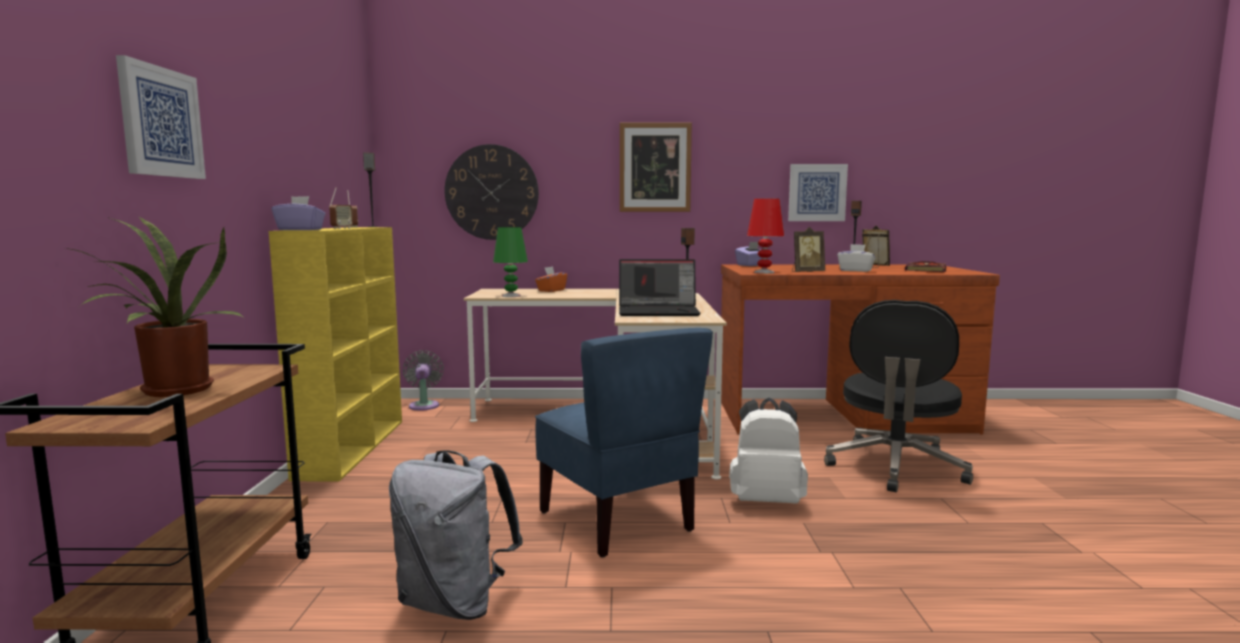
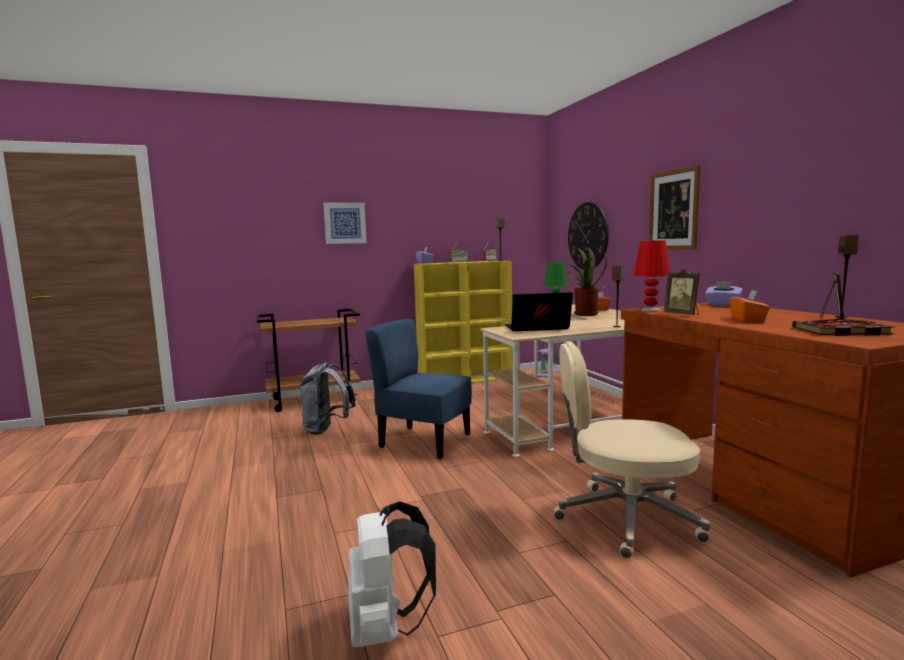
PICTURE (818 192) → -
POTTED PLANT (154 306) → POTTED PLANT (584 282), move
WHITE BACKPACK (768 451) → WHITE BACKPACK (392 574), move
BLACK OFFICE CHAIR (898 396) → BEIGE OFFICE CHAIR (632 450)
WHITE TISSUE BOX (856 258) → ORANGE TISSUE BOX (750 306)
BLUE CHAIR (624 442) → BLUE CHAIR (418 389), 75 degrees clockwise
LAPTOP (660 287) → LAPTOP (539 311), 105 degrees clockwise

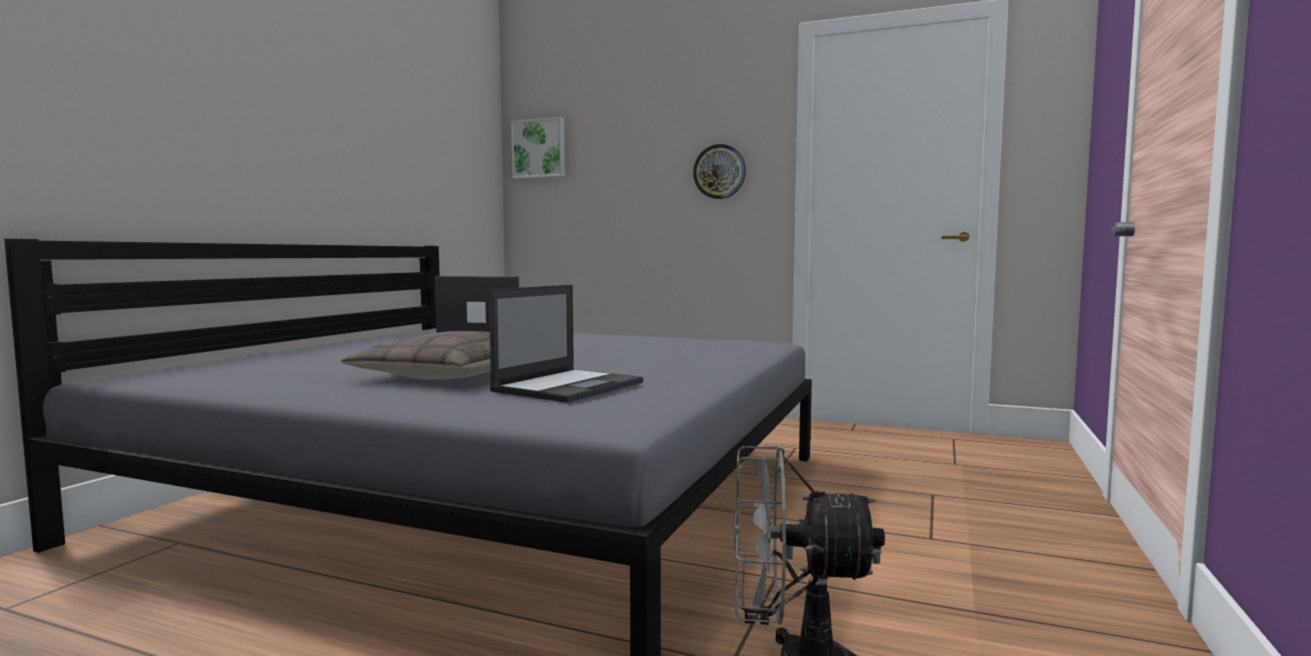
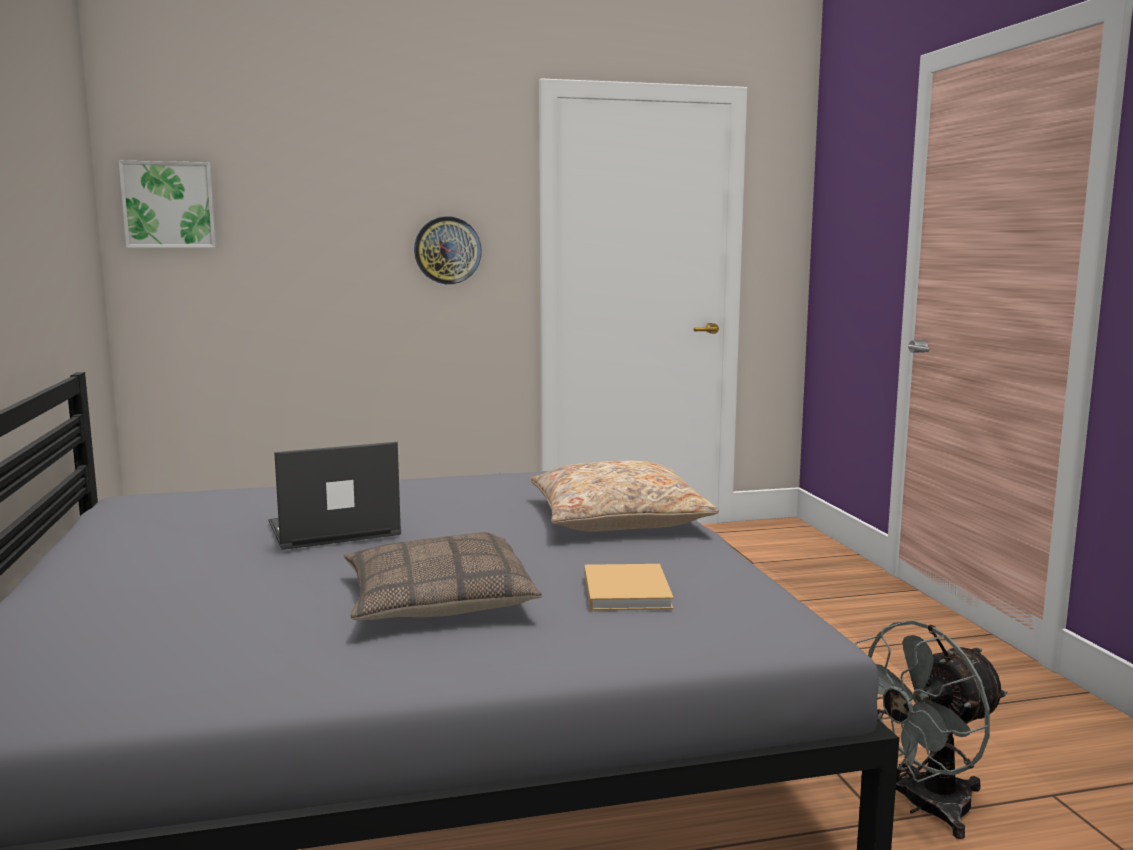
- → BEIGE PILLOW (624 496)
LAPTOP (566 344) → BEIGE BOOK (629 587)

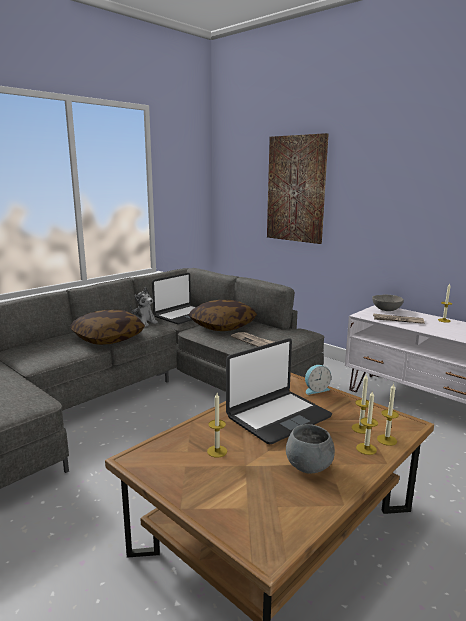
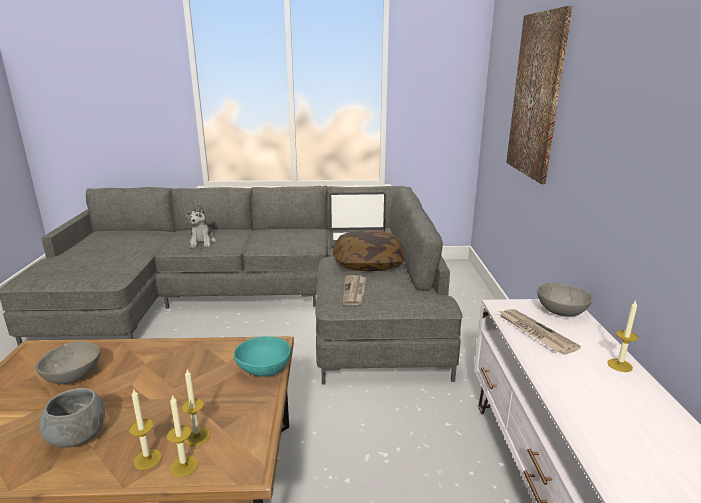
PILLOW (107 327) → -
LAPTOP (279 391) → -
PLUSH TOY (144 307) → PLUSH TOY (200 226), move
CANDLE (217 425) → GREY BOWL (67 362)
ALARM CLOCK (318 380) → TURQUOISE BOWL (262 356)

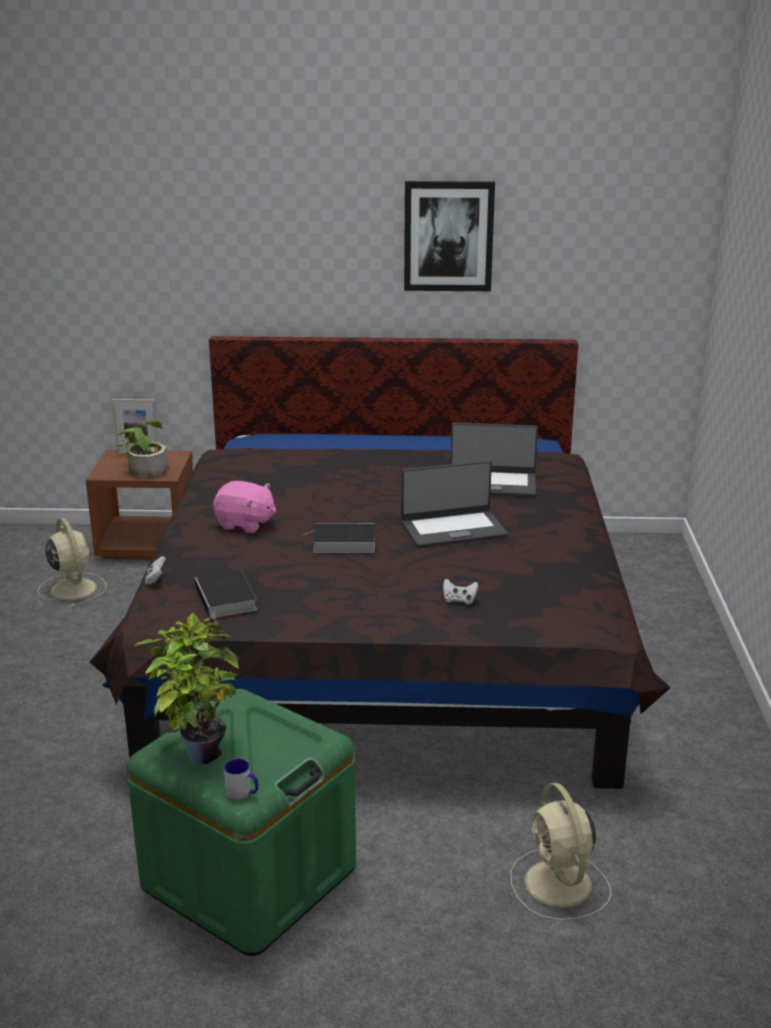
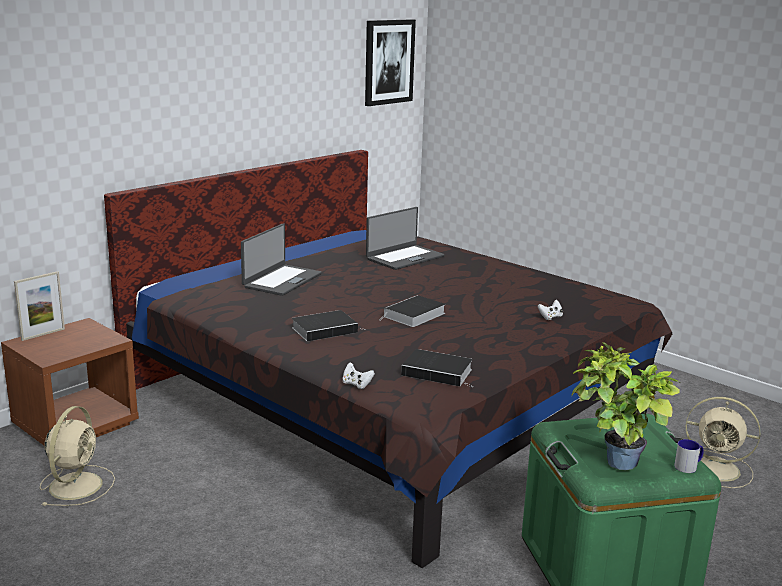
POTTED PLANT (142 449) → -
LAPTOP (454 503) → LAPTOP (281 259), move
PICTURE (449 236) → PICTURE (390 62), move
PINK PLUSH TOY (245 507) → BOOK (328 326)
BEIGE FAN (72 562) → BEIGE FAN (77 456), 90 degrees clockwise

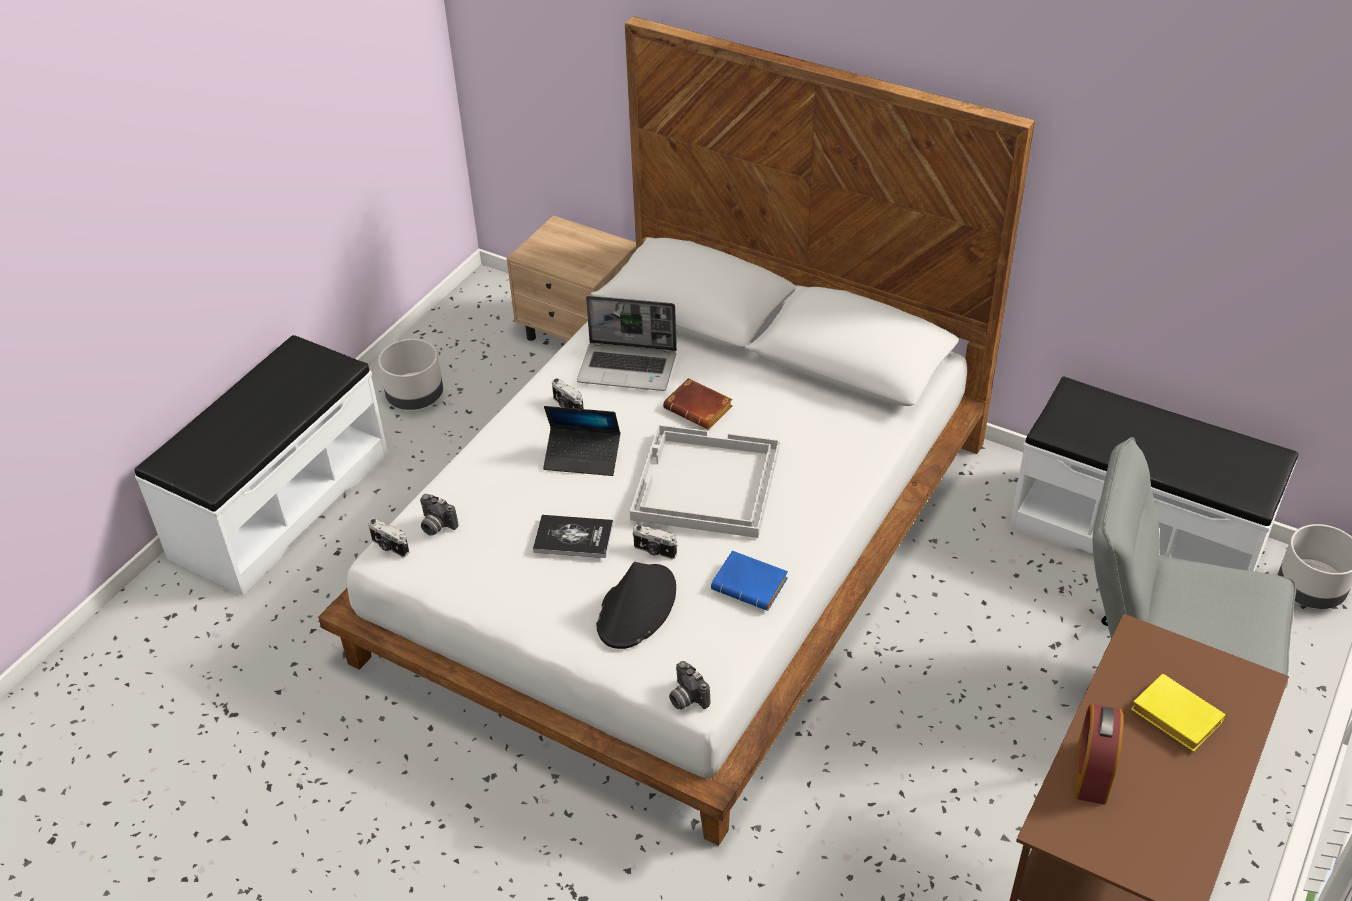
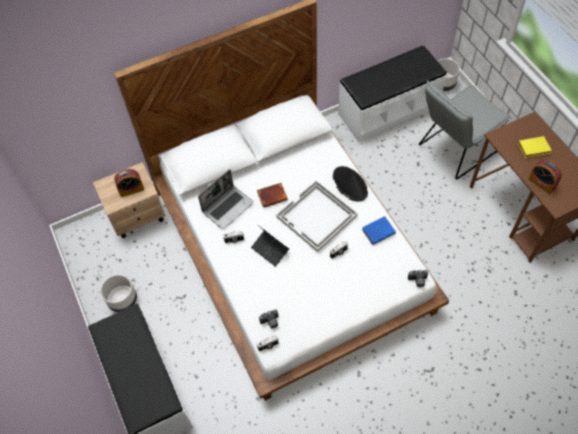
BOOK (573 536) → -
- → ALARM CLOCK (129 183)
BLACK HAT (636 605) → BLACK HAT (350 184), move
LAPTOP (581 441) → LAPTOP (270 246), 90 degrees clockwise

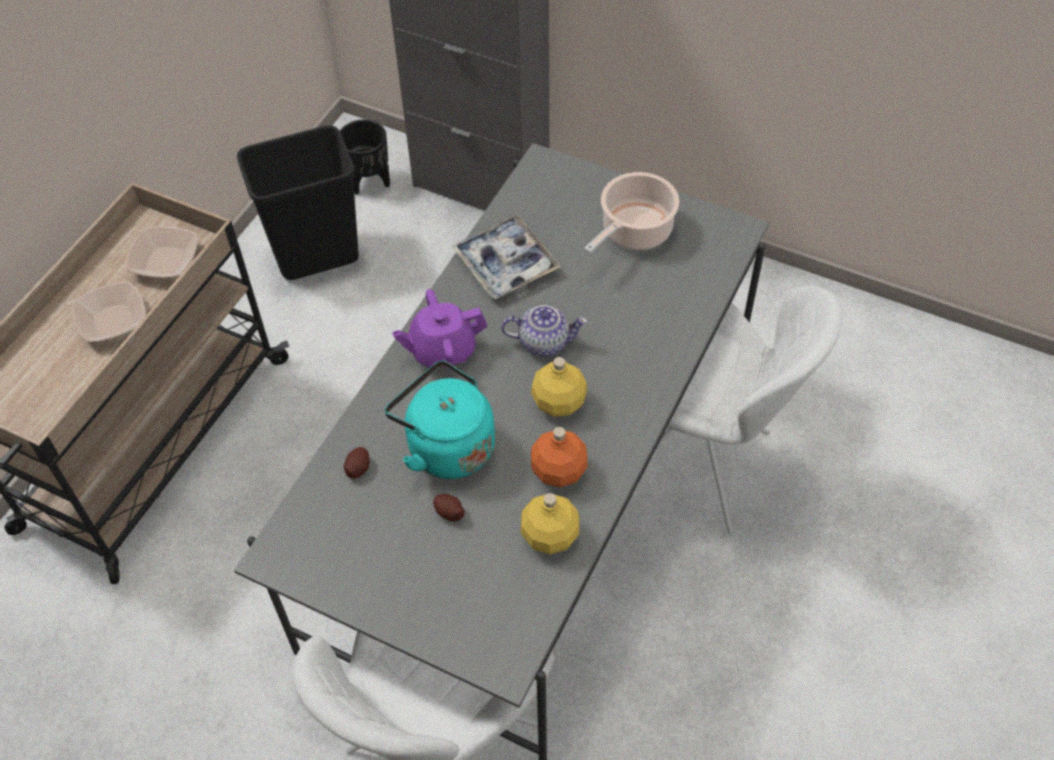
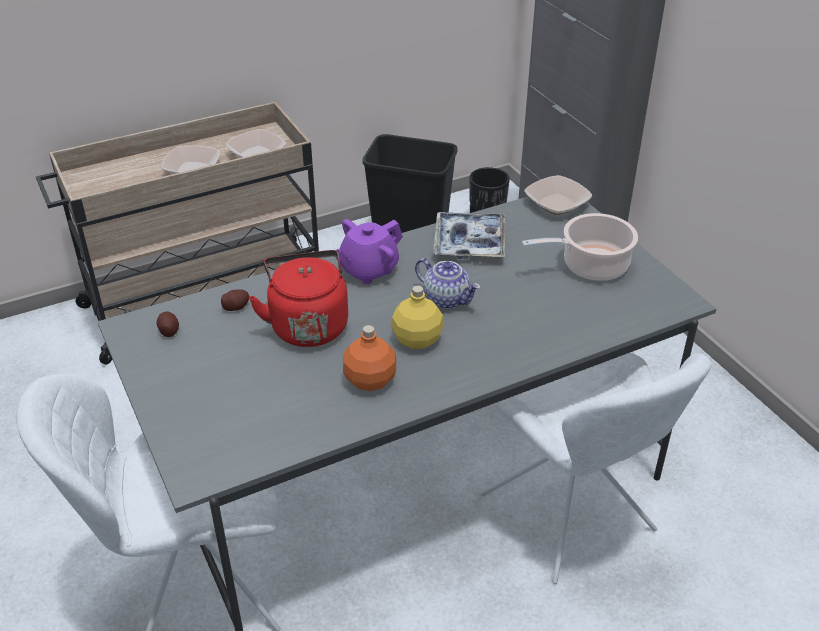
YELLOW BOTTLE (550 524) → -
- → BOWL (558 195)
POTATO (449 507) → POTATO (167 324), move
TURQUOISE KETTLE (440 419) → RED KETTLE (298 298)
PURPLE TEAPOT (439 329) → PURPLE TEAPOT (369 251), 60 degrees counterclockwise

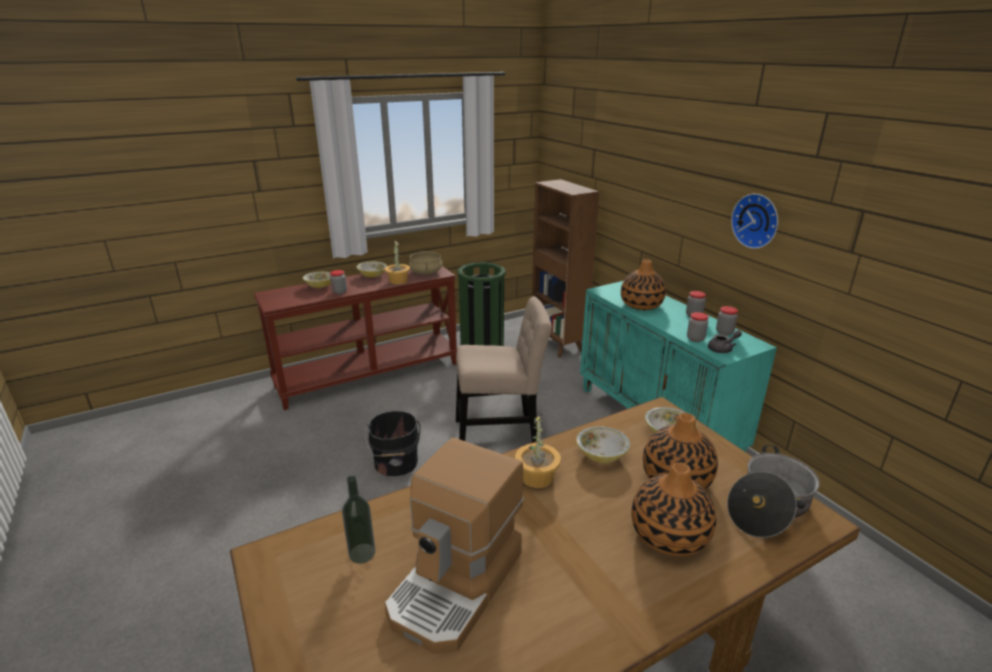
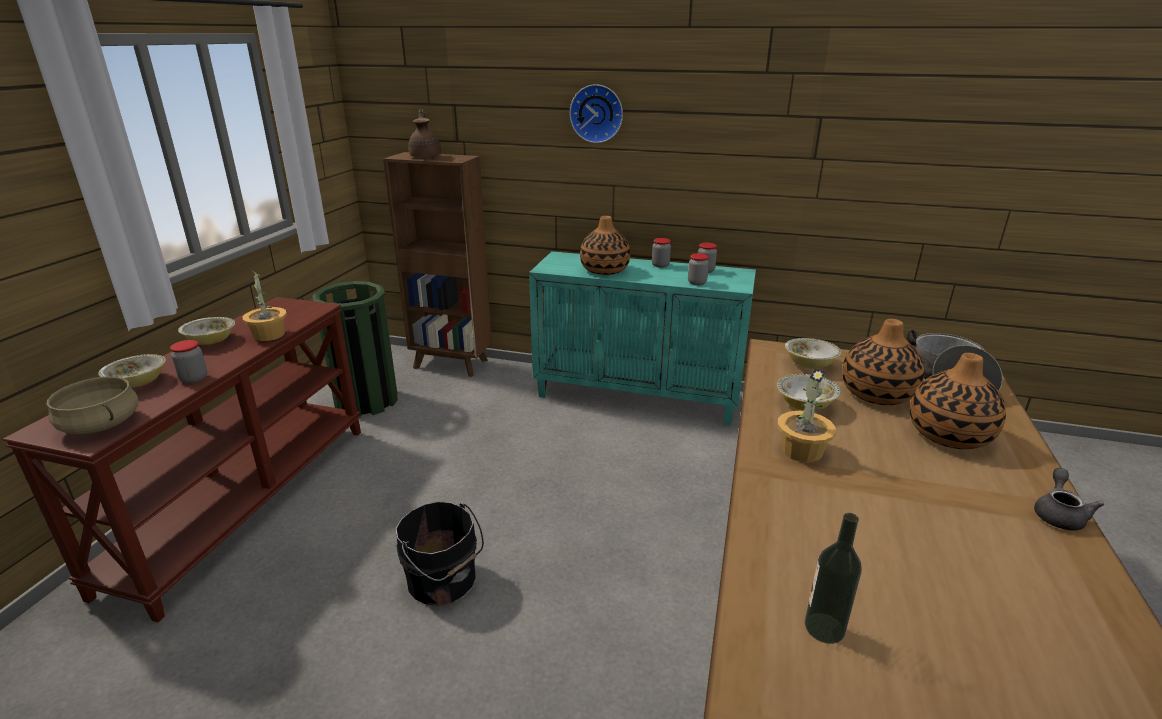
COFFEE MACHINE (454 546) → -
BEIGE CHAIR (504 369) → -
- → BROWN TEAPOT (424 133)
BEIGE COOKING POT (426 262) → BEIGE COOKING POT (92 405), move
GREY TEAPOT (725 341) → GREY TEAPOT (1069 499), move
WALL CLOCK (754 221) → WALL CLOCK (596 113), move

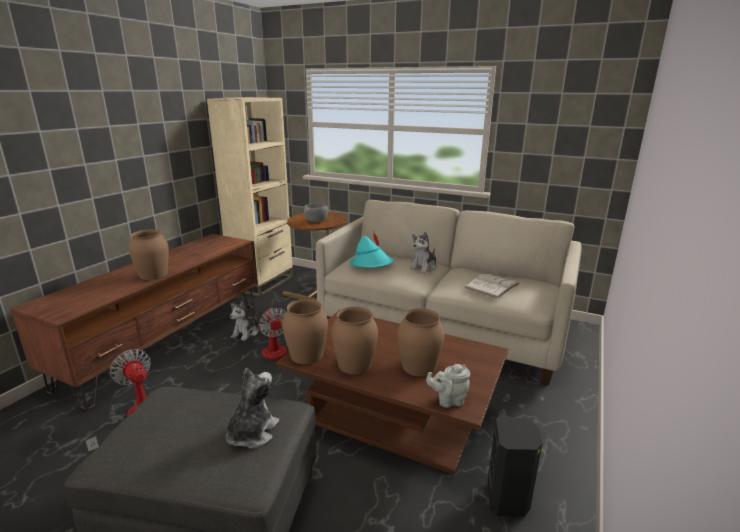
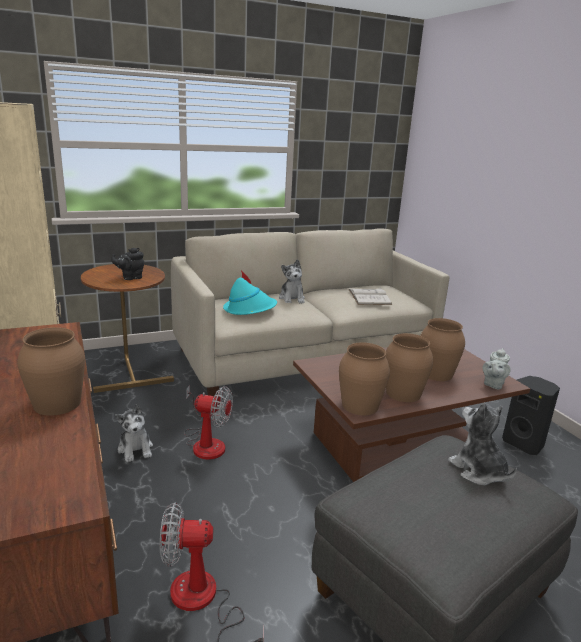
GREY BOWL (316 212) → BLACK TEAPOT (127 264)

